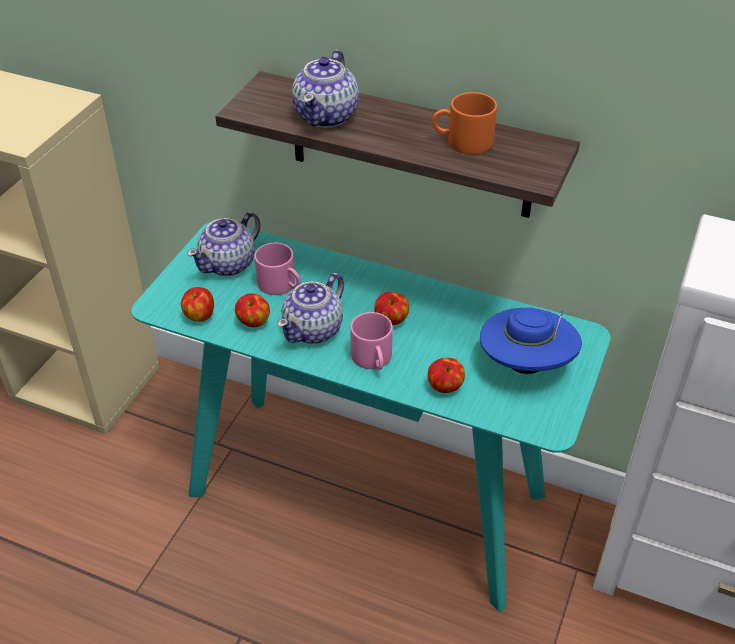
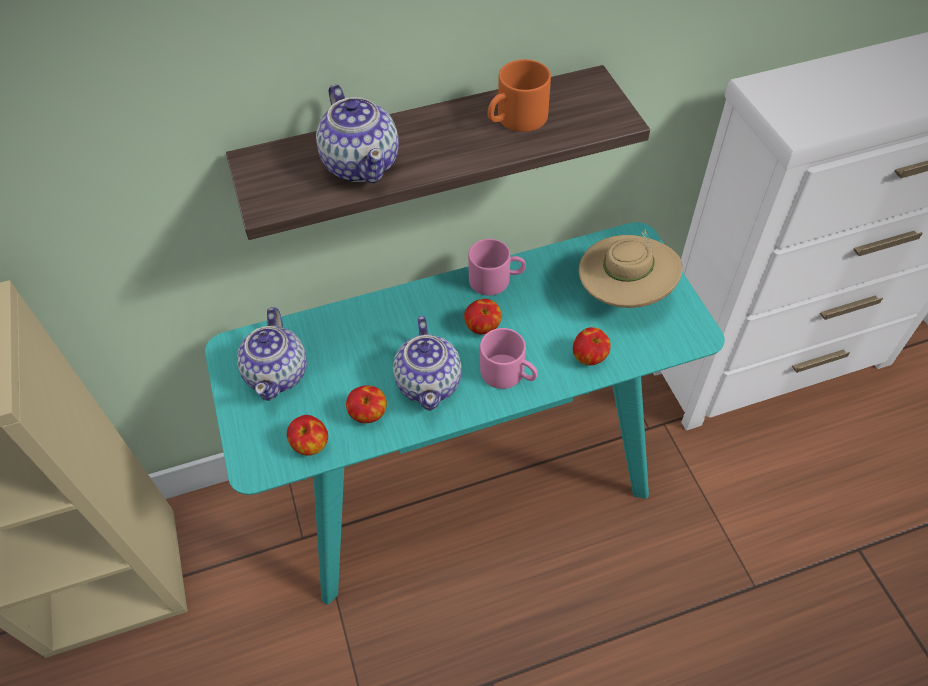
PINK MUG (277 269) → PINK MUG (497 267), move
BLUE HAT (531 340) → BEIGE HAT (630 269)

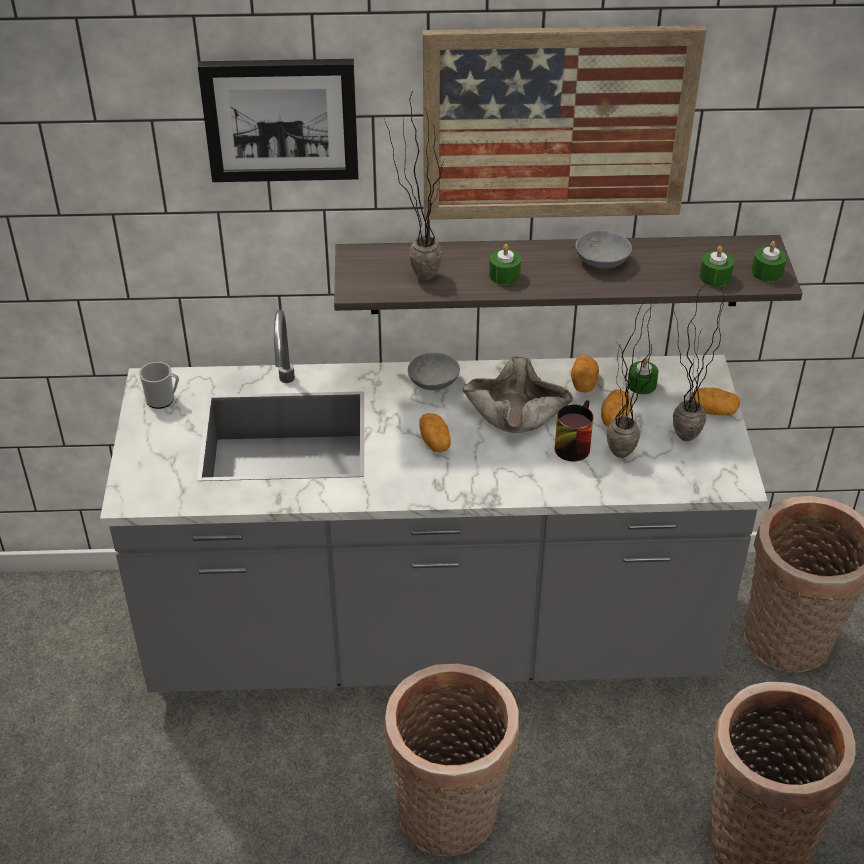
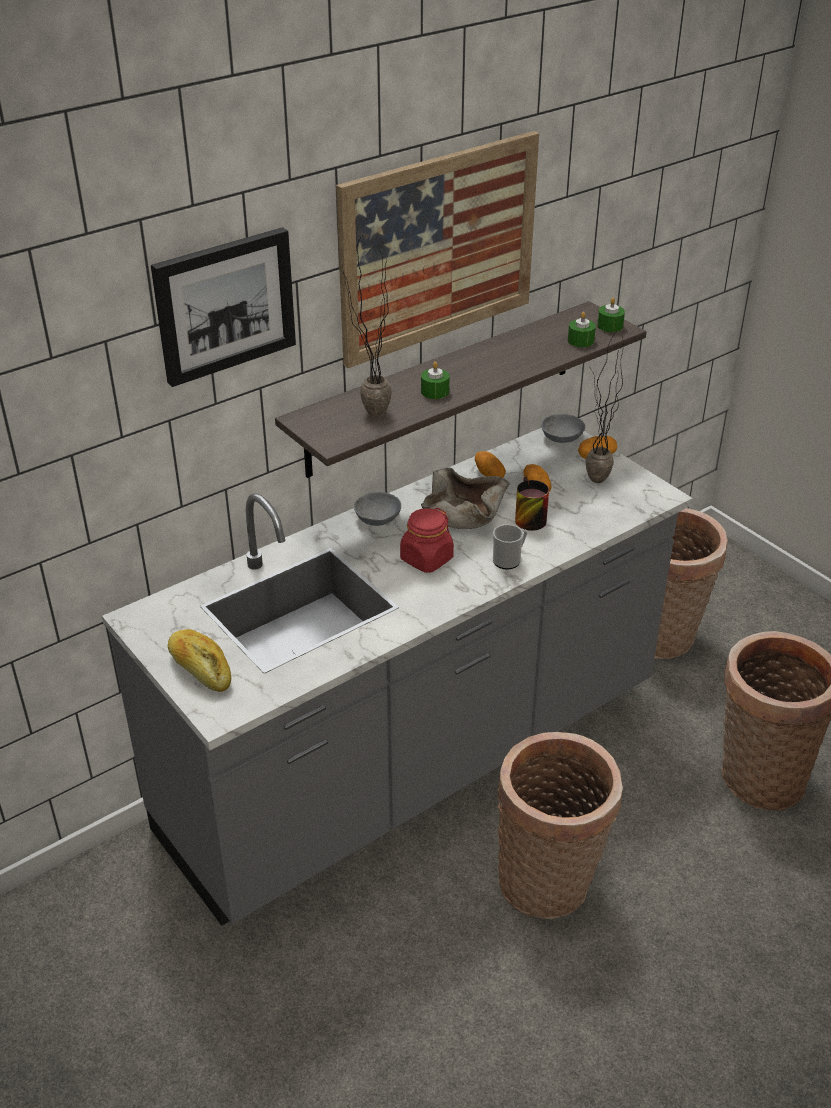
POTTED PLANT (630 379) → -
GREEN CANDLE (643 376) → -
- → BREAD (199 660)
MUG (159 385) → MUG (510 546), move
GREY BOWL (603 249) → GREY BOWL (563 428), move
POTATO (435 432) → RED JAR (427 540)

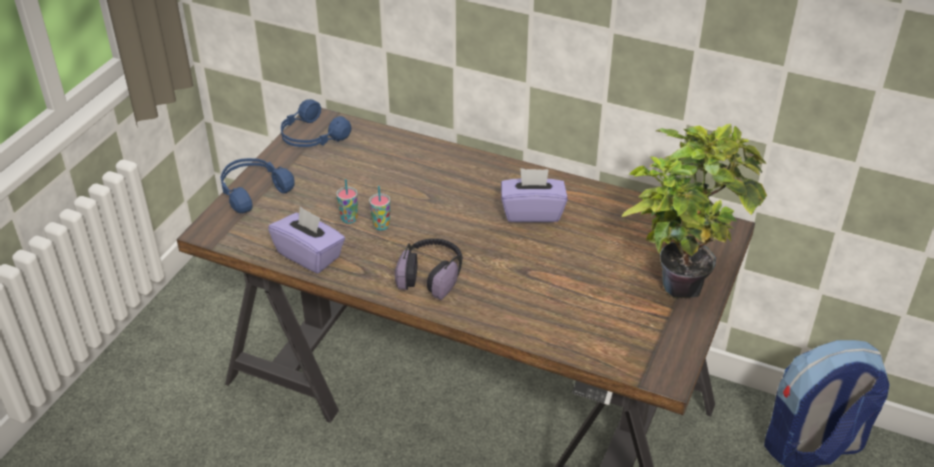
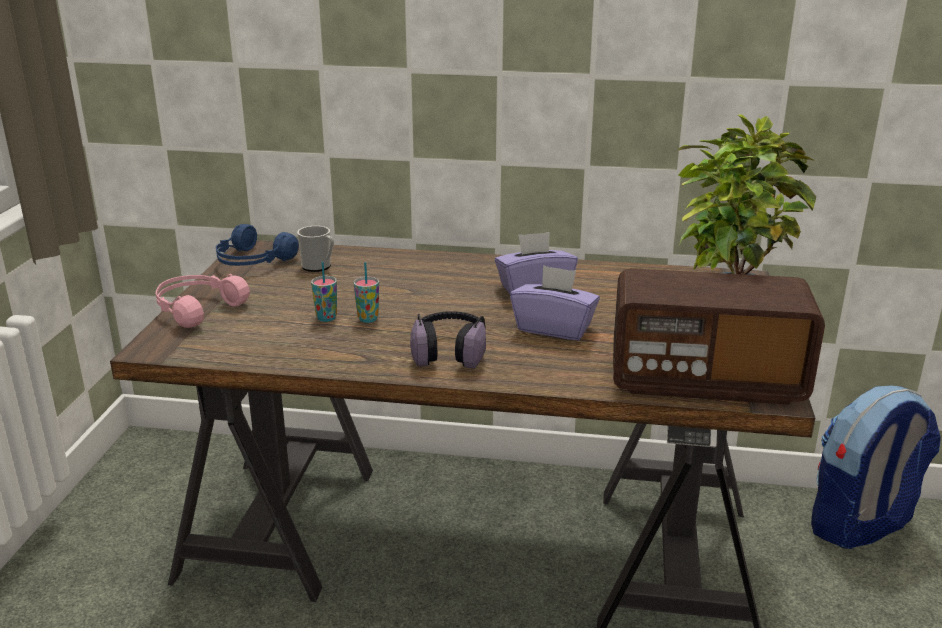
- → MUG (315 249)
- → RADIO (719 336)
PURPLE TISSUE BOX (306 240) → PURPLE TISSUE BOX (555 302), move
BLUE HEADPHONES (257 185) → PINK HEADPHONES (203 301)

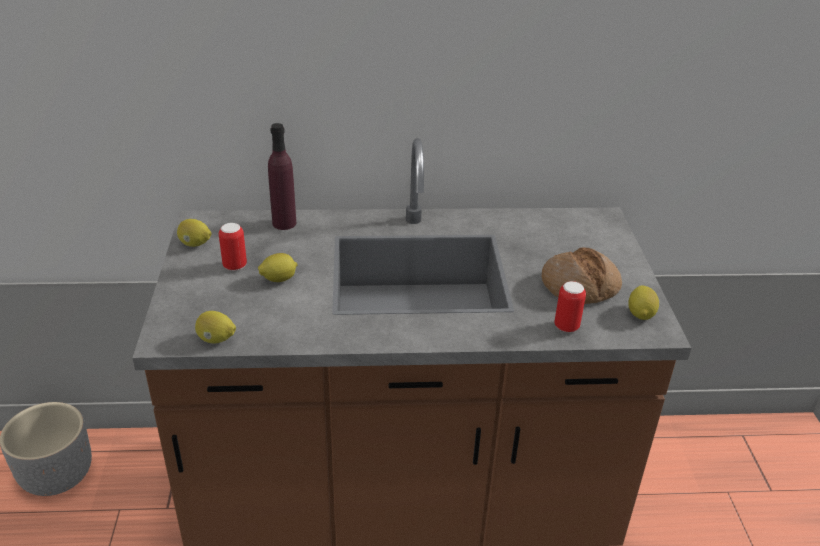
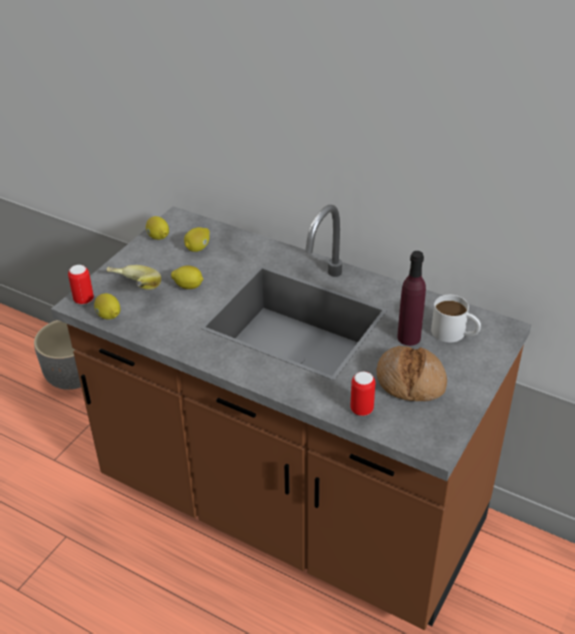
- → BANANA (133 277)
- → WHITE MUG (456 318)
CAN (233 247) → CAN (81 285), move
PURPLE BOTTLE (282 176) → PURPLE BOTTLE (411 298), move
LEMON (643 302) → LEMON (197 239), move

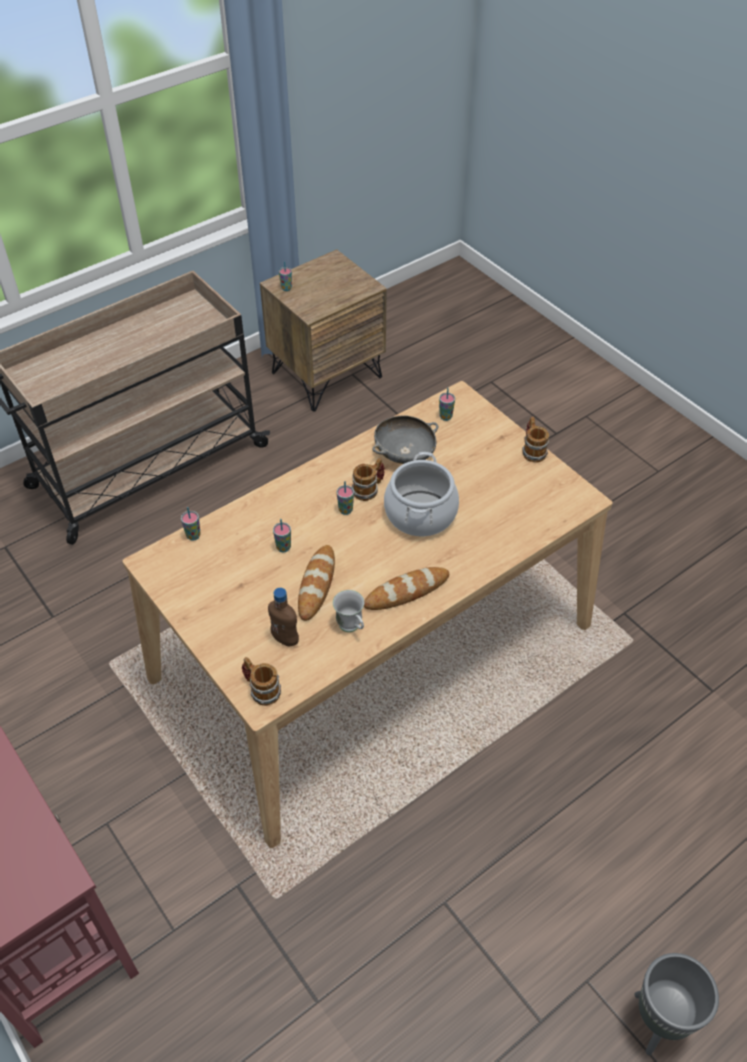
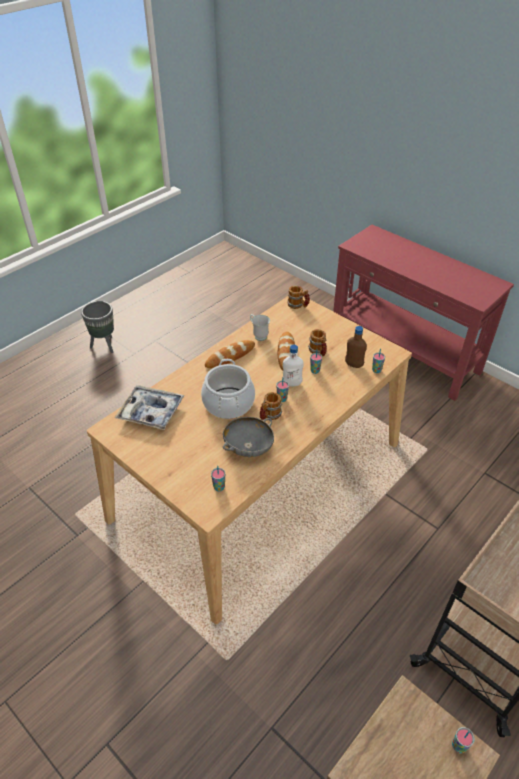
- → TRAY (149 407)
- → WHITE BOTTLE (293 365)
BROWN BOTTLE (283 617) → BROWN BOTTLE (356 347), move
MUG (535 440) → MUG (317 343), move

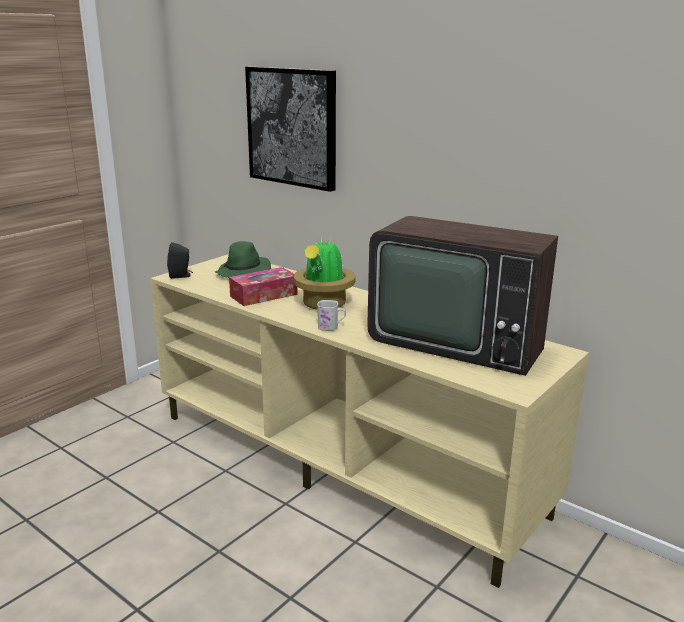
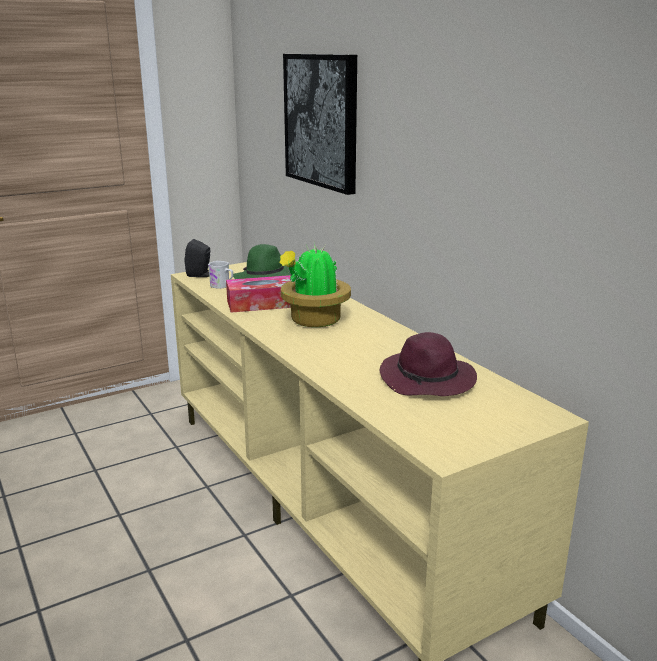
WHITE MUG (331 315) → WHITE MUG (220 275), move
TELEVISION (462 296) → PURPLE HAT (428 364)

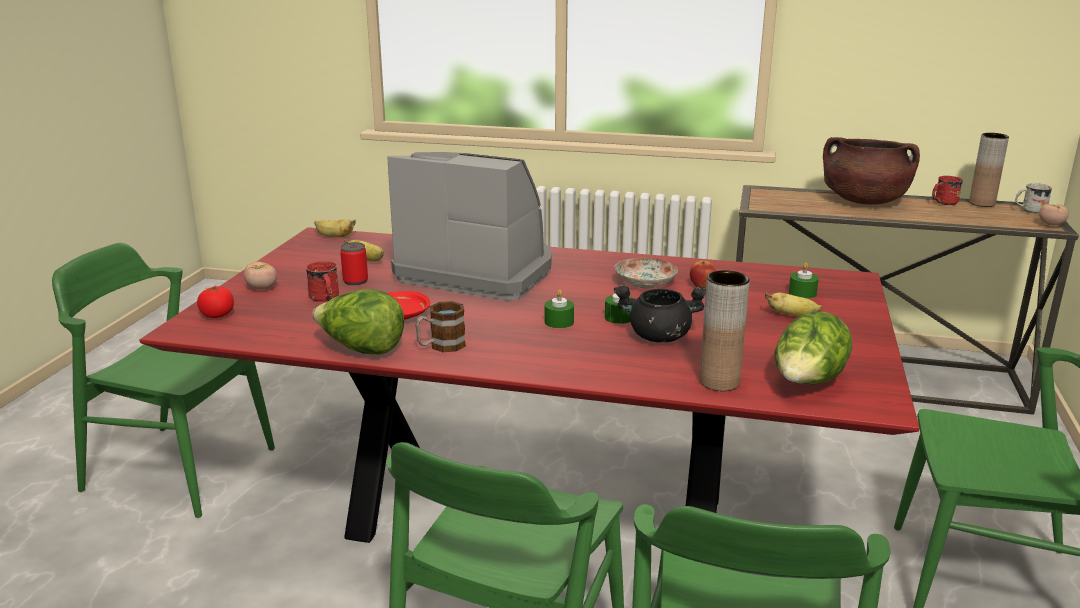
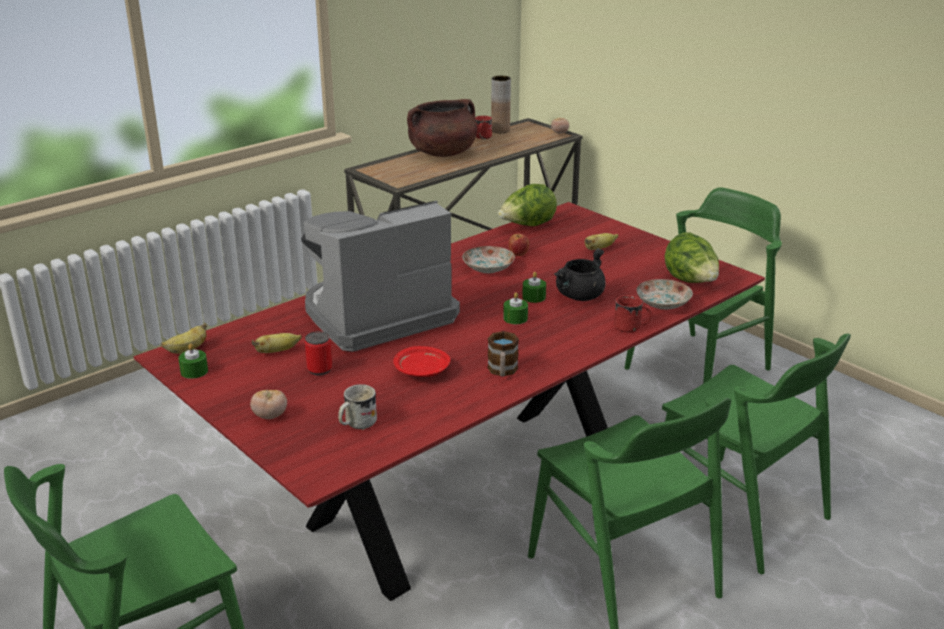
TOMATO (215 302) → -
RED MUG (322 281) → RED MUG (633 314), move
LETTUCE (358 321) → LETTUCE (527 205), move
GREEN CANDLE (804 281) → GREEN CANDLE (193 361), move
WHITE MUG (1033 198) → WHITE MUG (357 407), move
BROWN VASE (724 330) → PLATE (664 294)

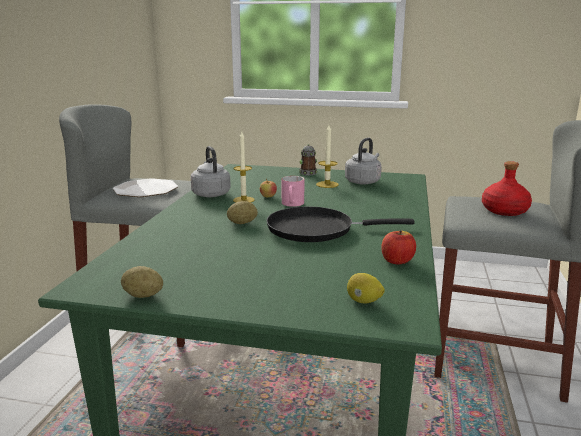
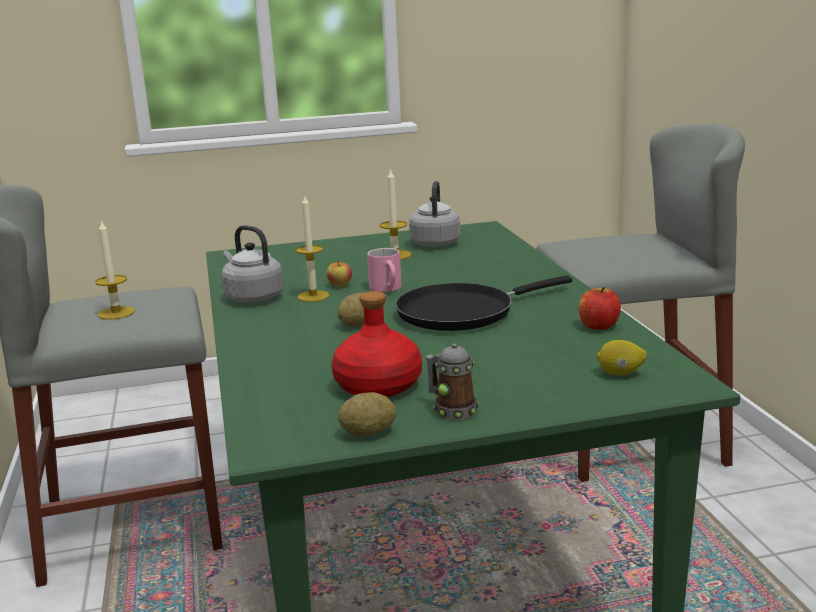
MUG (308 159) → MUG (452 382), move
RED BOTTLE (507 188) → RED BOTTLE (376 344), move
PLATE (145 187) → CANDLE (115 270)

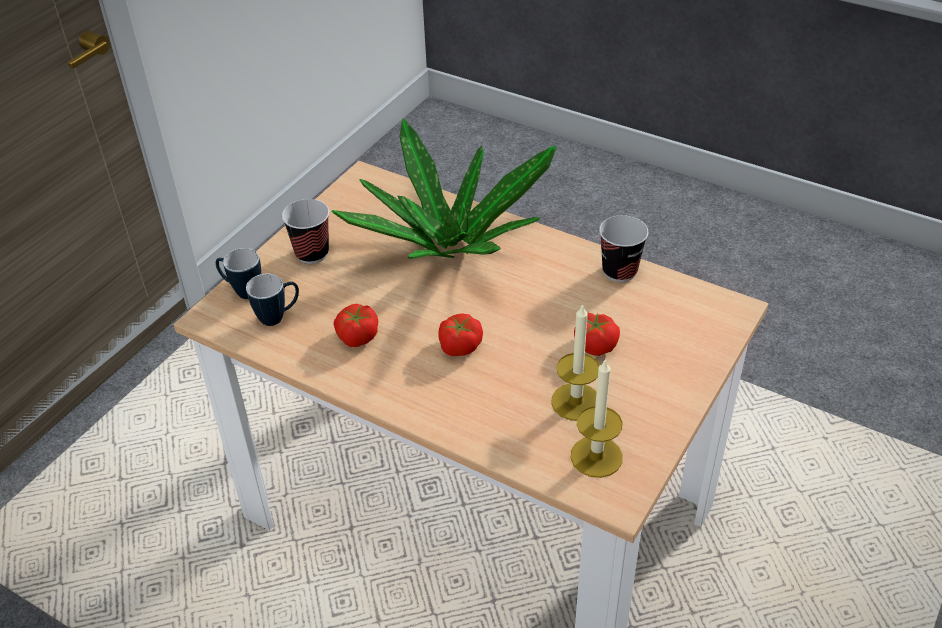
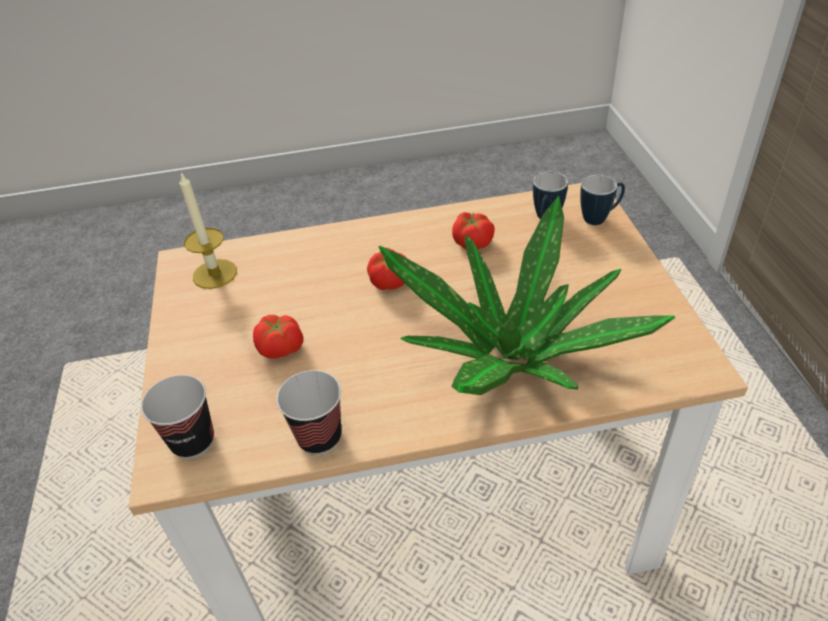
CANDLE (575 362) → -
CUP (305 231) → CUP (177 417), move

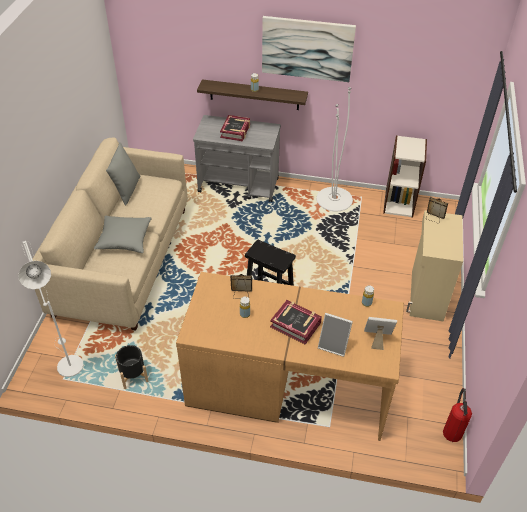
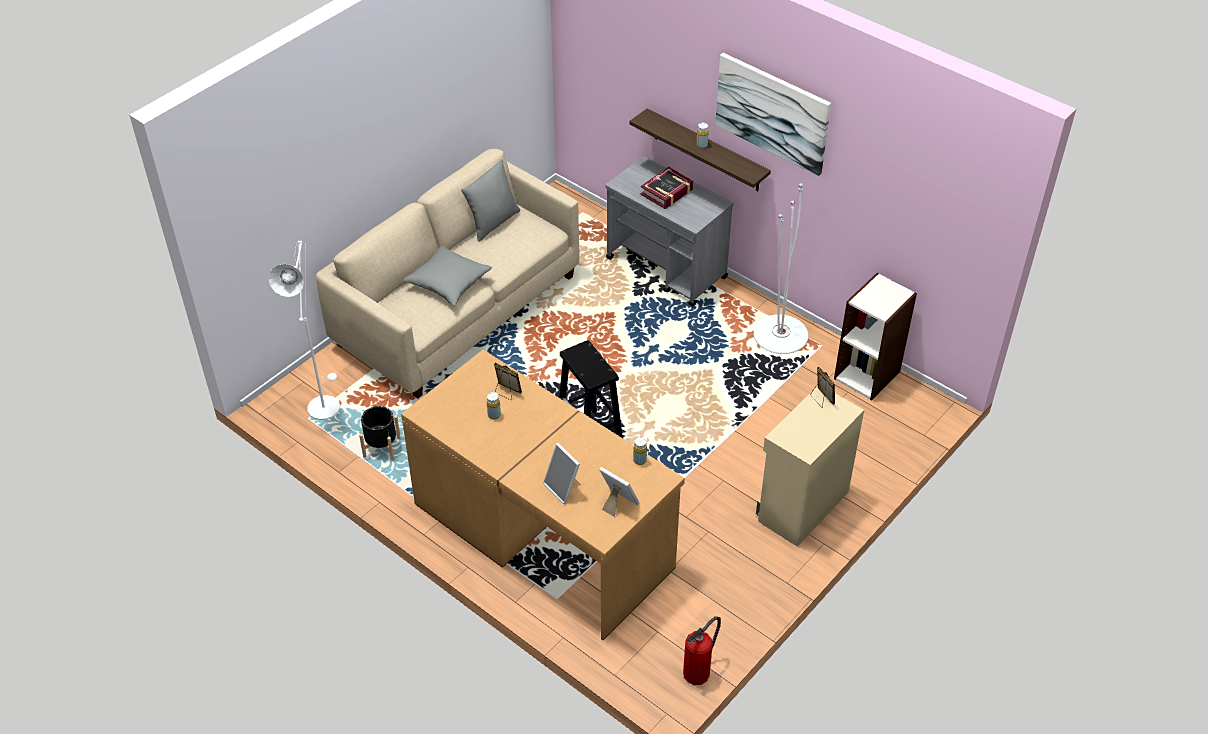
BOOK (296 322) → -

